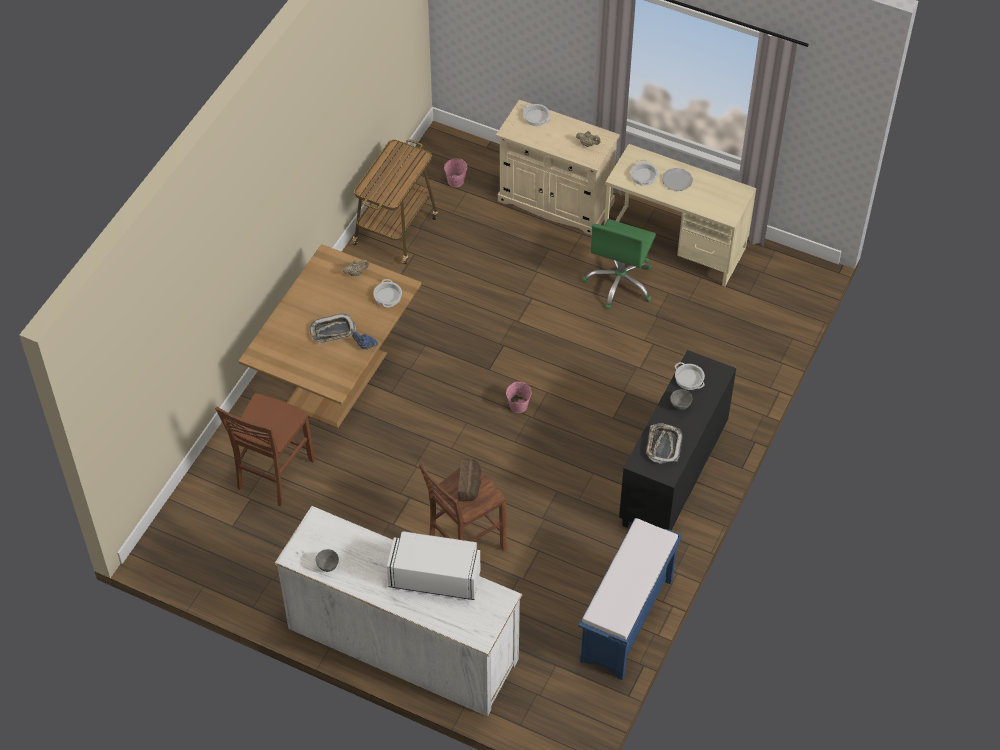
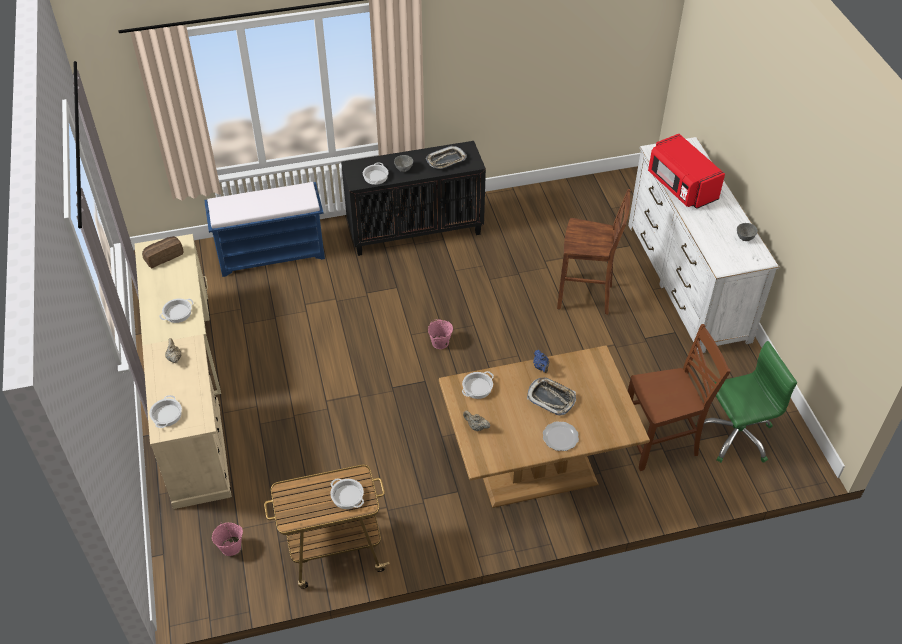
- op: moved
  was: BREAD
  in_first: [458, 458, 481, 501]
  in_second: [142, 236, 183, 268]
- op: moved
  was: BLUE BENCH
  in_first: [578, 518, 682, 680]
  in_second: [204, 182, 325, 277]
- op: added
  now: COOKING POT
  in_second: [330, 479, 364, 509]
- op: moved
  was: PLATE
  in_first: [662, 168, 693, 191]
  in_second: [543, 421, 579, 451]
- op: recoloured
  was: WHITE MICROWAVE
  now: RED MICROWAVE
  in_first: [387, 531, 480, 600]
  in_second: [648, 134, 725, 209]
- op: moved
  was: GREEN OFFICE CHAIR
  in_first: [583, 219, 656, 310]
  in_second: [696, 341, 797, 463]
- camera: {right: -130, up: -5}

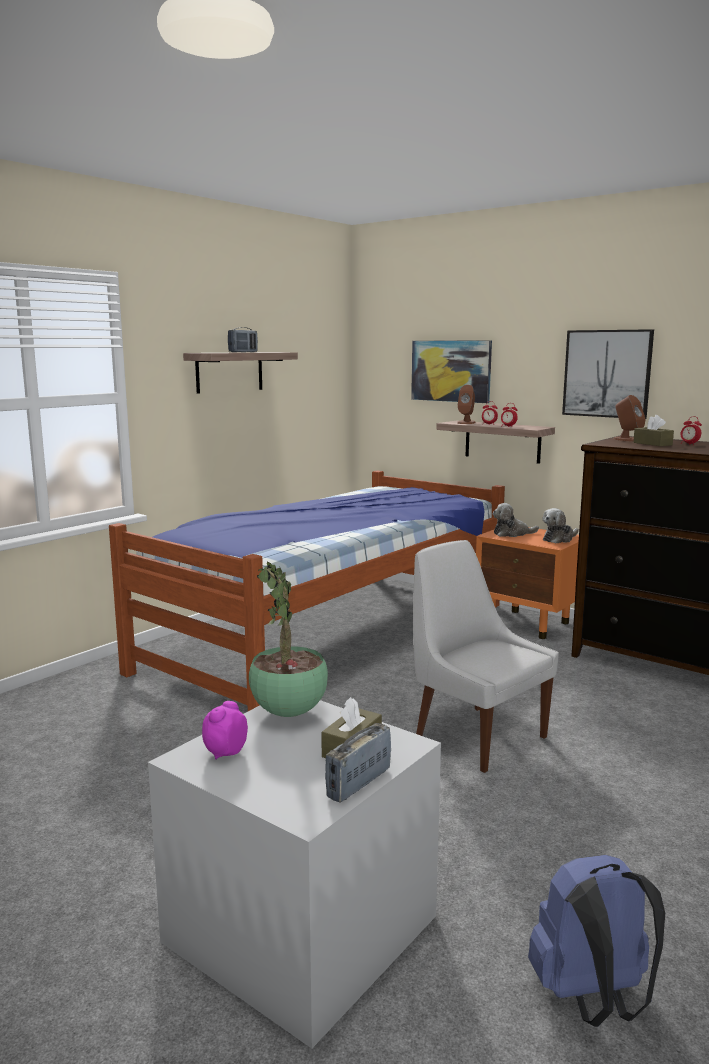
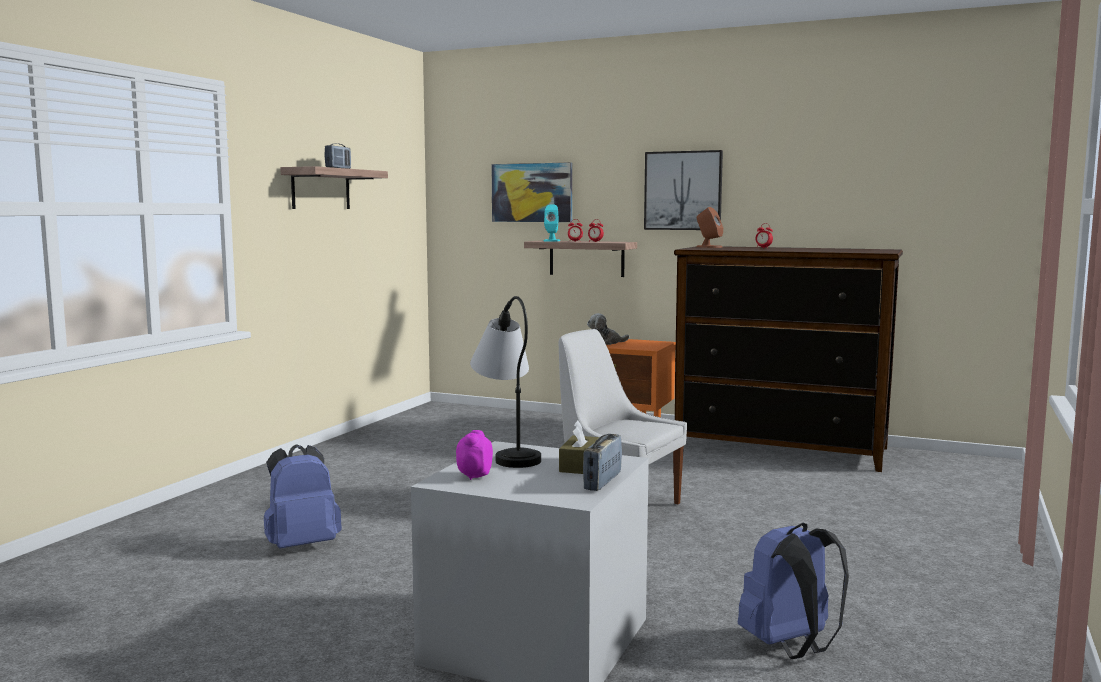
- op: added
  now: BLUE BACKPACK
  in_second: [264, 444, 342, 549]
- op: replaced
  was: POTTED PLANT
  now: TABLE LAMP
  in_first: [249, 561, 328, 717]
  in_second: [470, 296, 541, 468]
- op: recoloured
  was: BROWN SPEAKER
  now: TURQUOISE SPEAKER
  in_first: [457, 385, 476, 424]
  in_second: [544, 204, 560, 242]
- op: removed
  was: BED
  in_first: [109, 471, 505, 711]
- op: removed
  was: PLUSH TOY
  in_first: [542, 508, 579, 544]
- op: removed
  was: BROWN TISSUE BOX
  in_first: [633, 415, 674, 446]
- camera: {right: -15, up: -5}

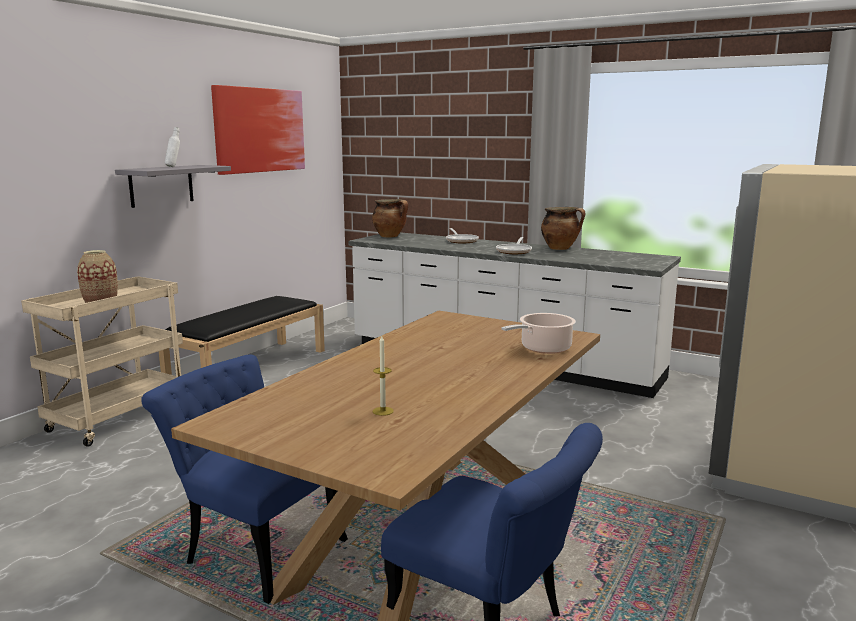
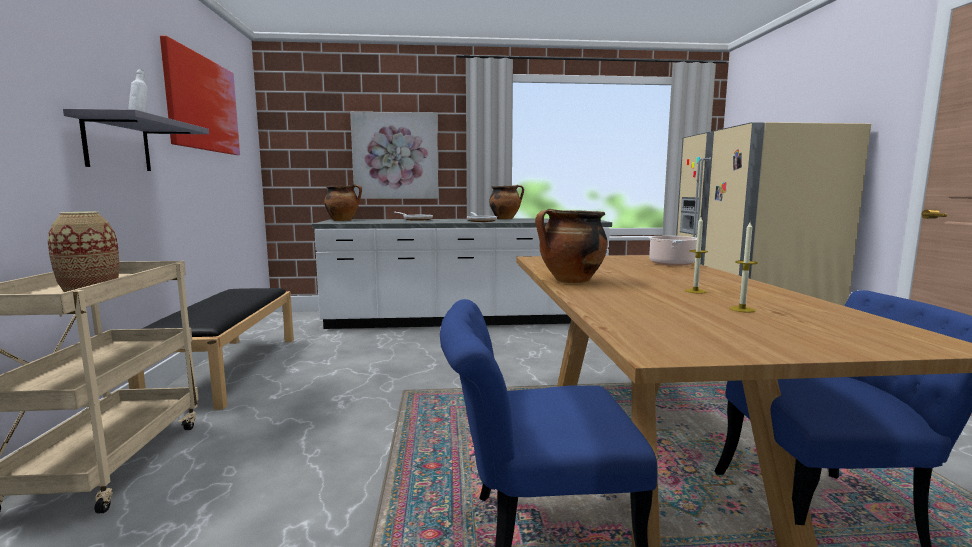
- op: added
  now: PICTURE
  in_second: [350, 112, 438, 199]
- op: added
  now: COOKING POT
  in_second: [535, 209, 608, 283]
- op: added
  now: CANDLE
  in_second: [685, 217, 708, 294]
- camera: {right: -35, up: -5}

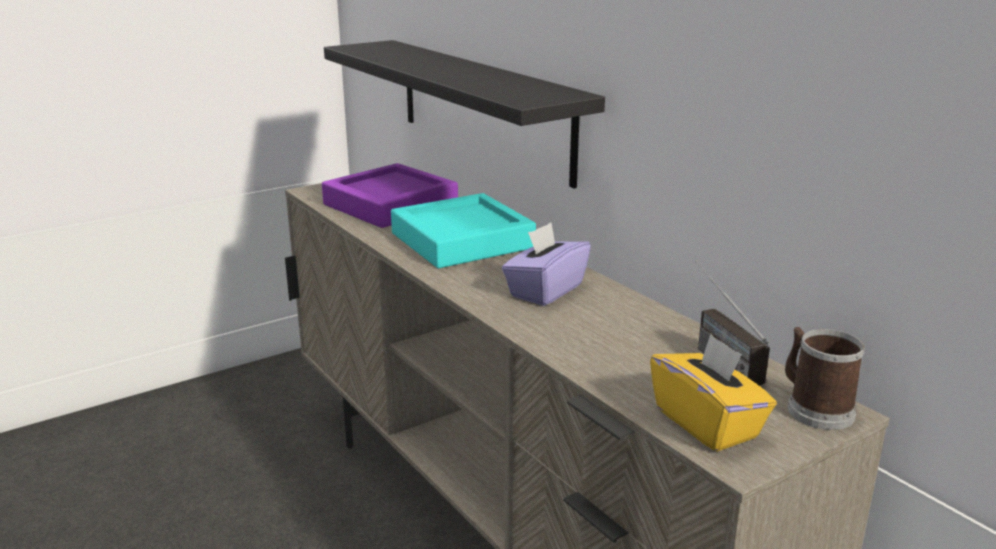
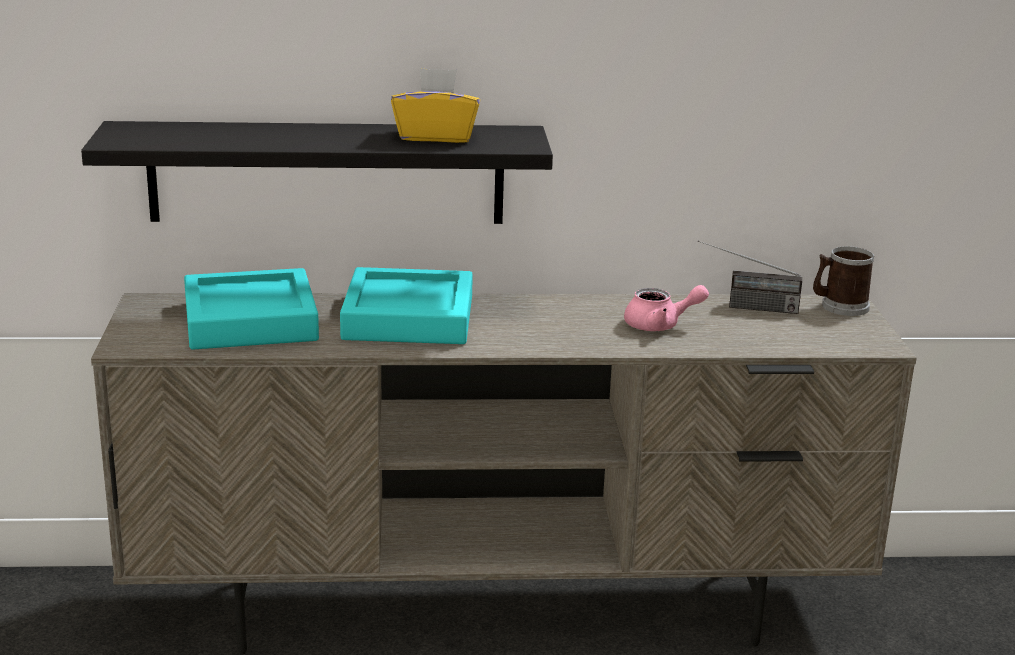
- op: recoloured
  was: PURPLE TRAY
  now: TURQUOISE TRAY
  in_first: [322, 163, 458, 228]
  in_second: [184, 268, 319, 350]
- op: moved
  was: YELLOW TISSUE BOX
  in_first: [650, 334, 777, 452]
  in_second: [391, 68, 480, 143]
- op: added
  now: PINK TEAPOT
  in_second: [624, 285, 709, 331]
- op: removed
  was: PURPLE TISSUE BOX
  in_first: [502, 222, 591, 306]
- camera: {right: -60, up: 0}

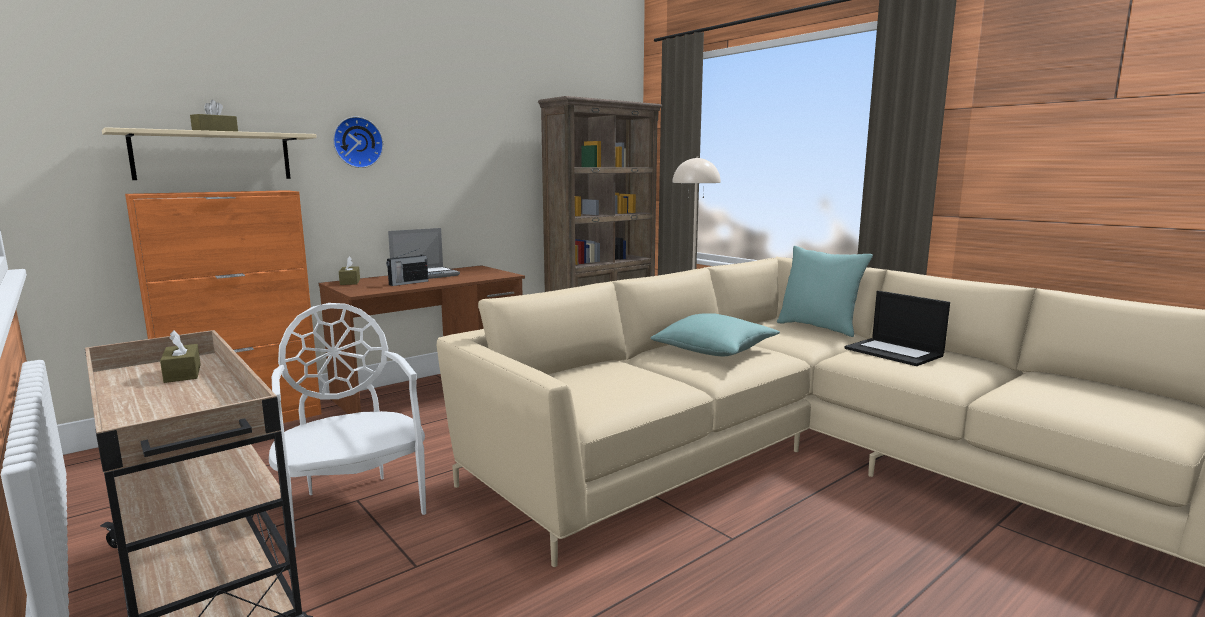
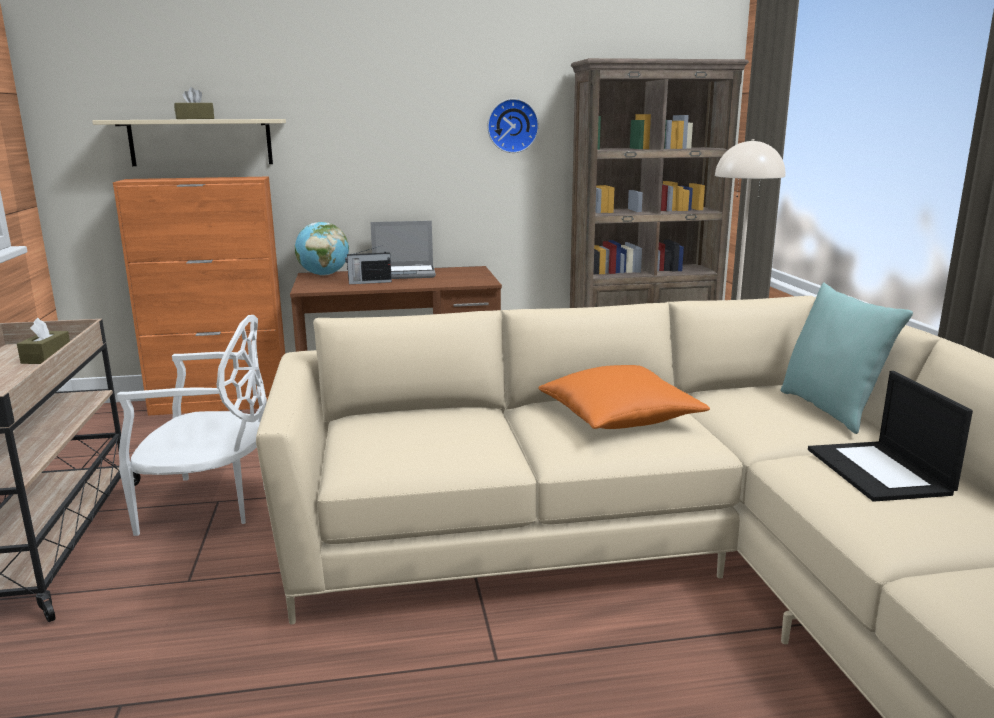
- op: turned
  was: WHITE CHAIR
  in_first: [269, 303, 426, 547]
  in_second: [117, 315, 267, 536]
  clockwise: 90
- op: replaced
  was: BROWN TISSUE BOX
  now: GLOBE
  in_first: [339, 256, 360, 285]
  in_second: [295, 222, 349, 276]
- op: moved
  was: WALL CLOCK
  in_first: [333, 116, 384, 168]
  in_second: [487, 99, 539, 153]
- op: recoloured
  was: TURQUOISE PILLOW
  now: ORANGE PILLOW
  in_first: [651, 313, 780, 357]
  in_second: [538, 365, 710, 429]
- camera: {right: 30, up: 5}

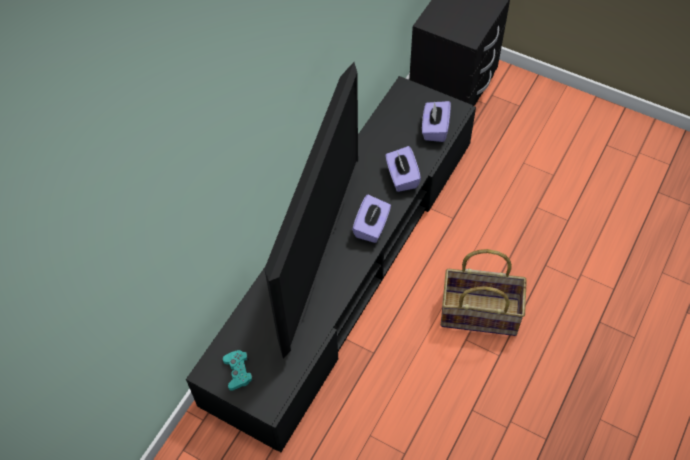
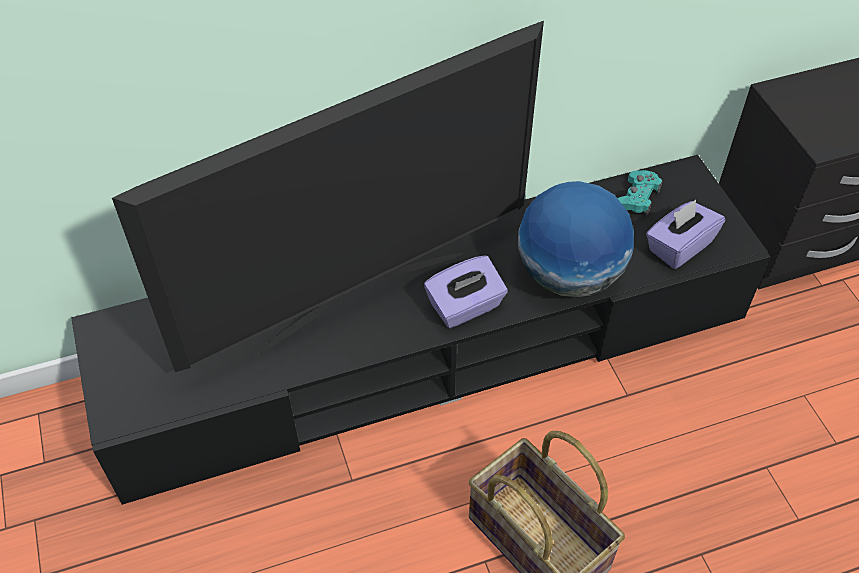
- op: replaced
  was: PURPLE TISSUE BOX
  now: GLOBE
  in_first: [385, 146, 421, 192]
  in_second: [518, 181, 634, 297]
- op: moved
  was: TURQUOISE GAME CONTROLLER
  in_first: [223, 350, 253, 390]
  in_second: [617, 170, 662, 216]
- camera: {right: 40, up: -5}

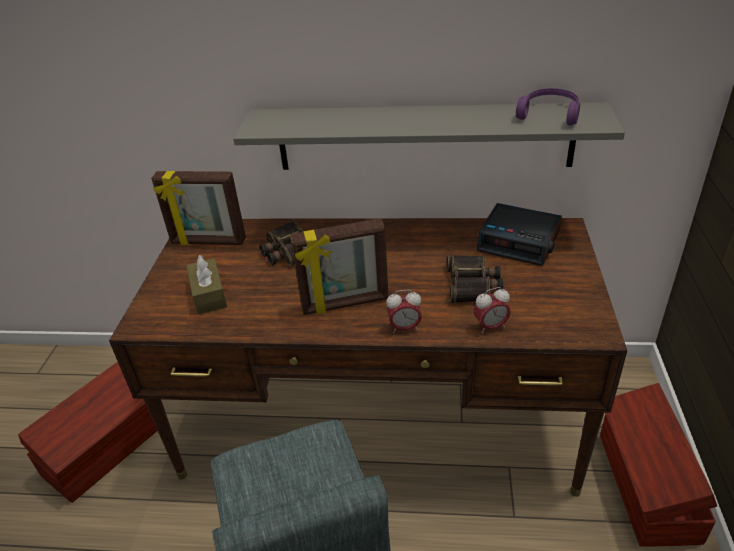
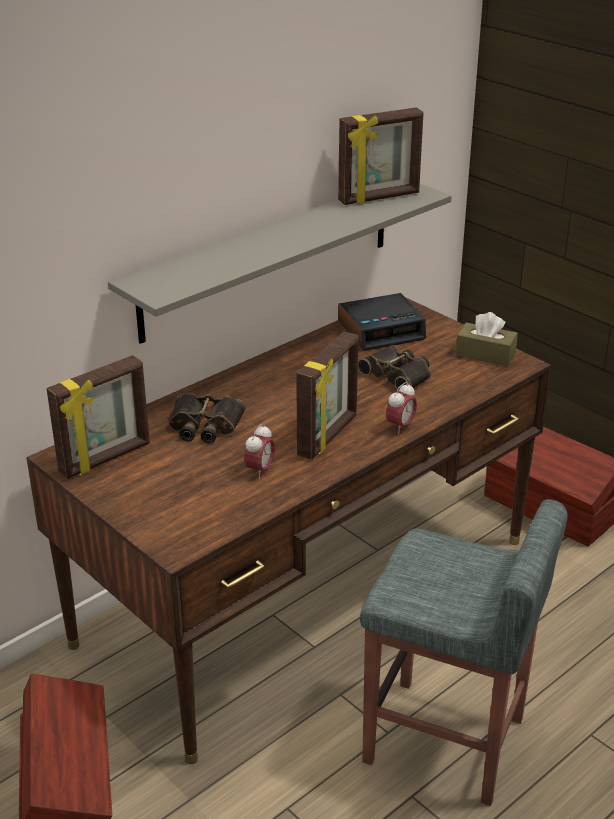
- op: moved
  was: ALARM CLOCK
  in_first: [473, 287, 511, 333]
  in_second: [244, 424, 275, 479]
- op: replaced
  was: PURPLE HEADPHONES
  now: PICTURE FRAME
  in_first: [516, 88, 580, 126]
  in_second: [338, 107, 424, 205]
- op: moved
  was: BROWN TISSUE BOX
  in_first: [186, 255, 227, 315]
  in_second: [456, 312, 518, 366]
- camera: {right: -50, up: -5}

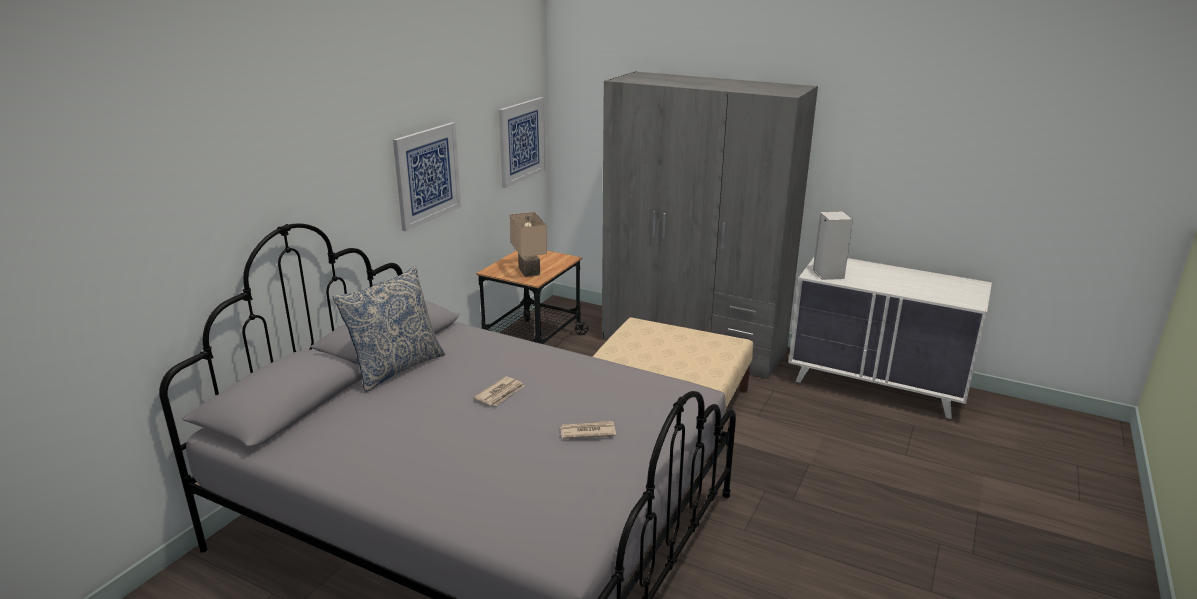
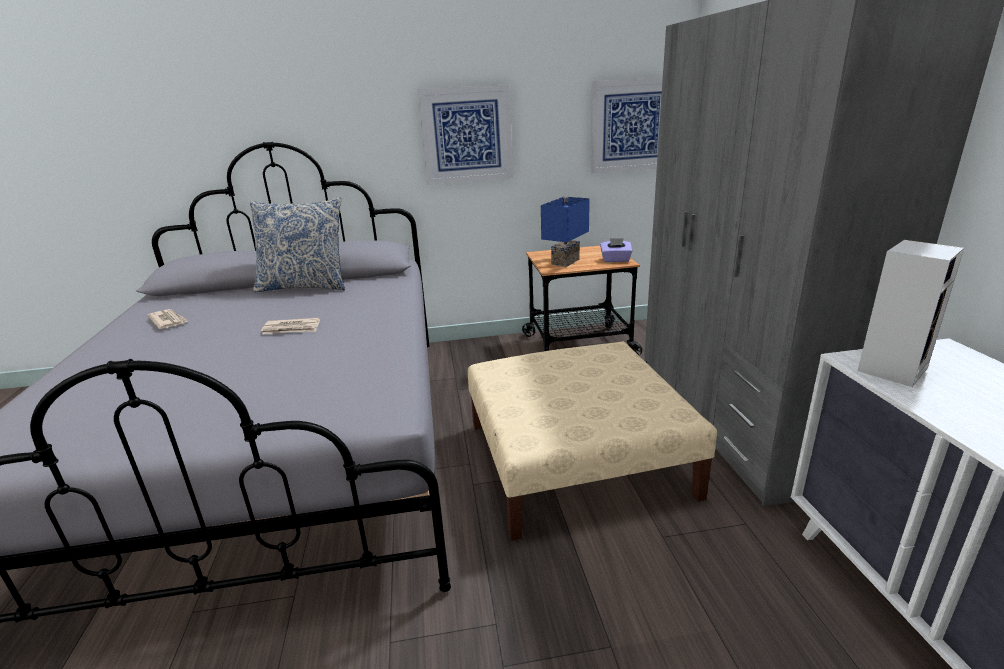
- op: moved
  was: NEWSPAPER
  in_first: [560, 421, 616, 439]
  in_second: [147, 309, 188, 329]
- op: recoloured
  was: BEIGE TABLE LAMP
  now: BLUE TABLE LAMP
  in_first: [510, 212, 547, 277]
  in_second: [541, 197, 590, 267]
- op: added
  now: PURPLE TISSUE BOX
  in_second: [600, 238, 632, 262]
- camera: {right: 55, up: 0}

